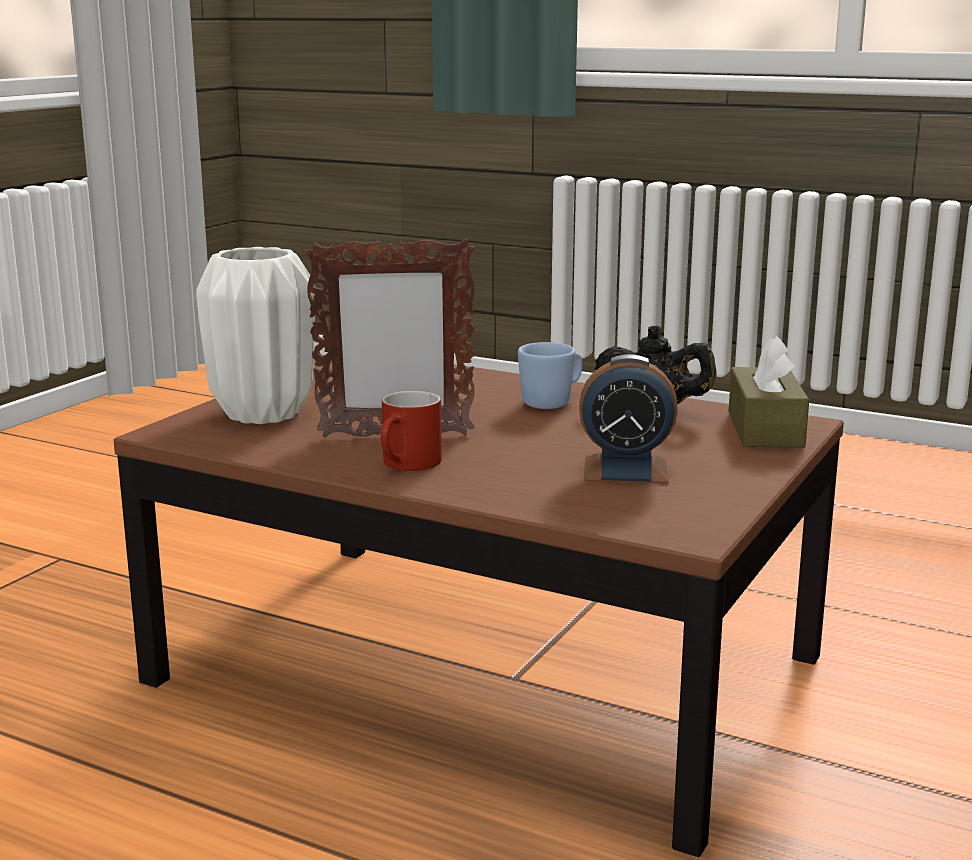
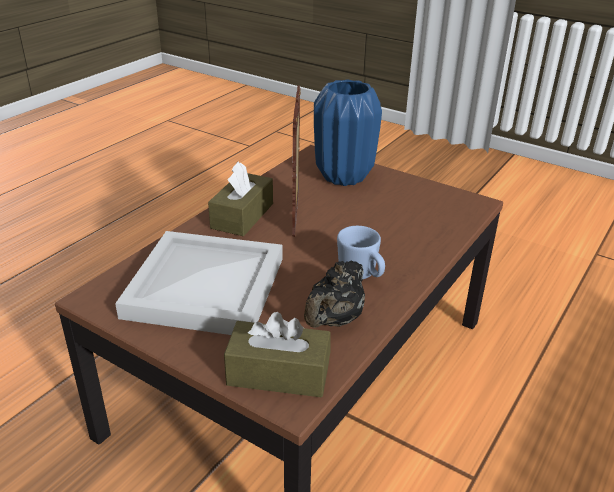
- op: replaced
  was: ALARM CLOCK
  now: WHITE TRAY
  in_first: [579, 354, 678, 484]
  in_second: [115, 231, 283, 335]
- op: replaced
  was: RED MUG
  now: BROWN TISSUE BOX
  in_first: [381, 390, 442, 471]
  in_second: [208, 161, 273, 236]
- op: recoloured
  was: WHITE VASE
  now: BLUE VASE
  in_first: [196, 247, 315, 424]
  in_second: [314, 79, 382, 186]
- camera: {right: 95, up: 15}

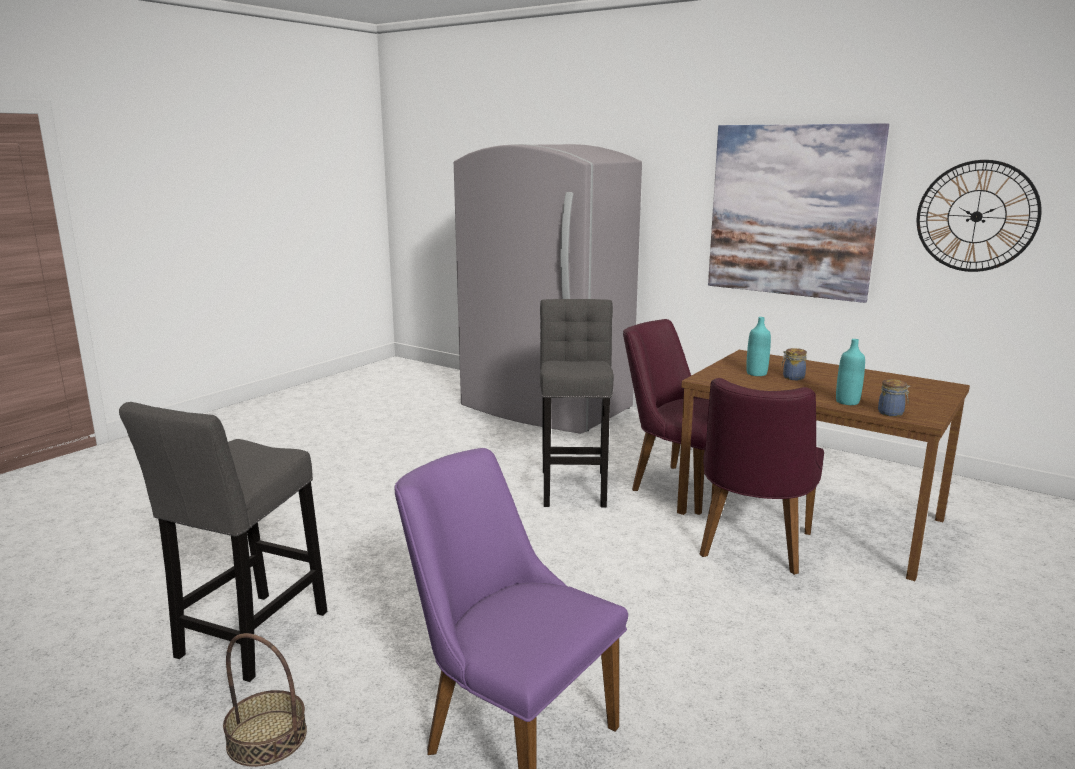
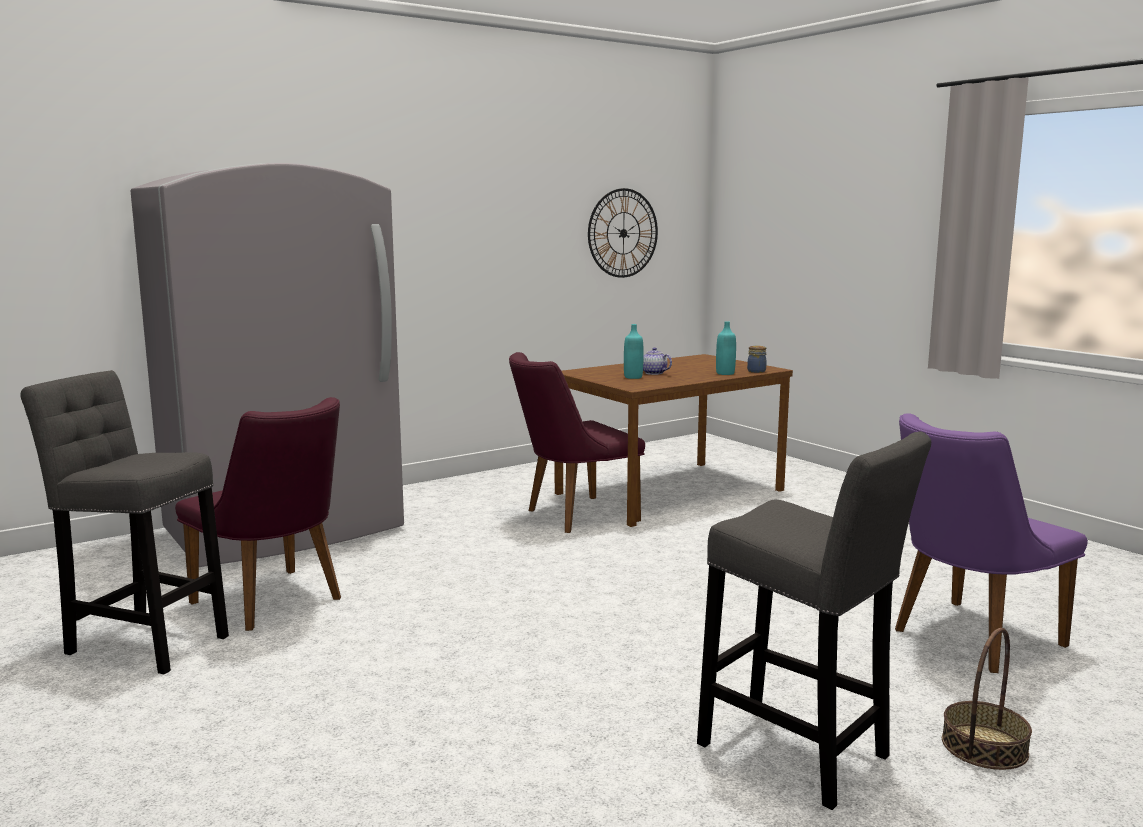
- op: moved
  was: GREY STOOL
  in_first: [540, 299, 614, 507]
  in_second: [20, 370, 229, 674]
- op: moved
  was: PURPLE CHAIR
  in_first: [699, 378, 824, 575]
  in_second: [175, 397, 341, 631]
- op: replaced
  was: JAR
  now: TEAPOT
  in_first: [781, 348, 807, 380]
  in_second: [643, 348, 672, 375]
- op: removed
  was: PICTURE
  in_first: [708, 123, 889, 303]
- camera: {right: -70, up: -5}

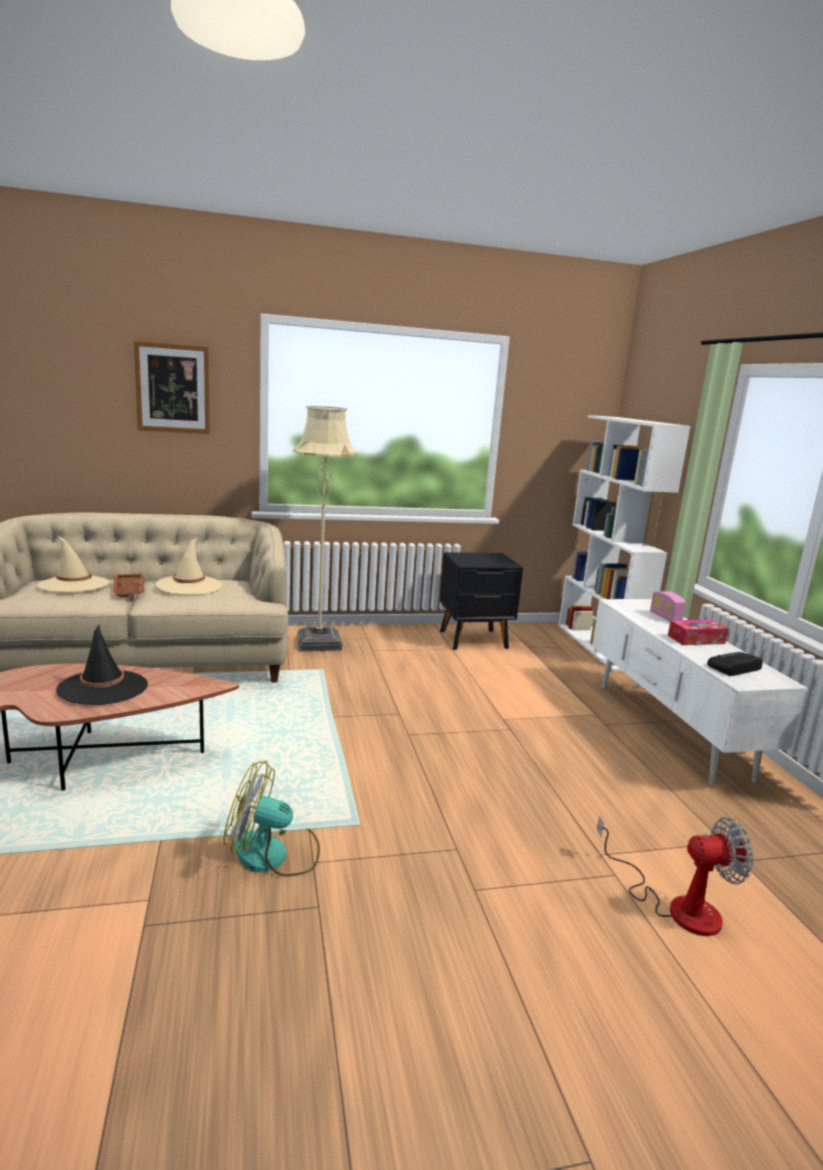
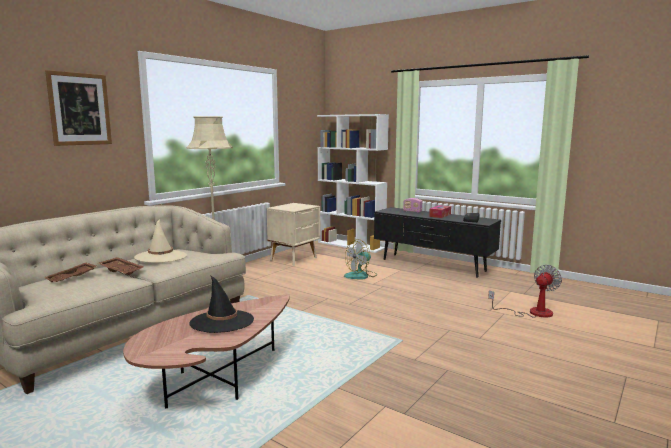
- op: replaced
  was: BEIGE HAT
  now: BROWN TRAY
  in_first: [37, 537, 109, 592]
  in_second: [44, 263, 97, 282]
- op: recoloured
  was: BLACK NIGHTSTAND
  now: BEIGE NIGHTSTAND
  in_first: [440, 552, 523, 650]
  in_second: [267, 203, 321, 266]
- op: moved
  was: FAN
  in_first: [223, 761, 320, 877]
  in_second: [344, 239, 377, 279]
- op: recoloured
  was: WHITE TV STAND
  now: BLACK TV STAND
  in_first: [592, 599, 808, 786]
  in_second: [374, 207, 501, 278]
- camera: {right: -40, up: -5}

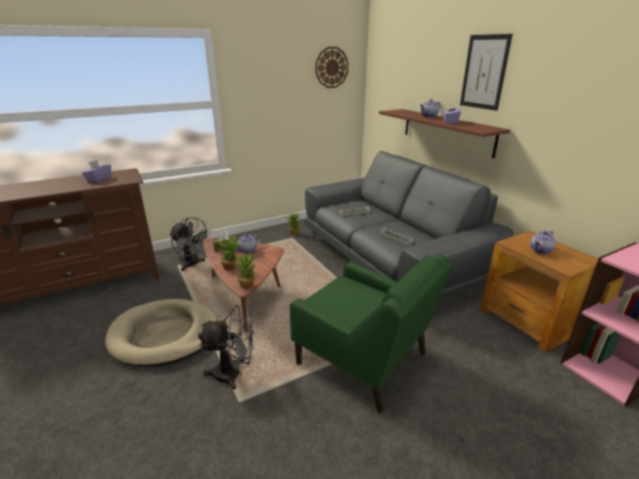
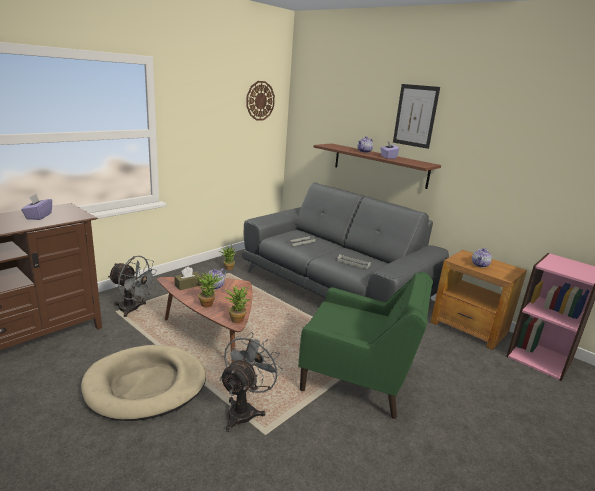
- op: turned
  was: GREY FAN
  in_first: [198, 304, 255, 390]
  in_second: [219, 332, 283, 432]
  clockwise: -45
- camera: {right: -20, up: -5}

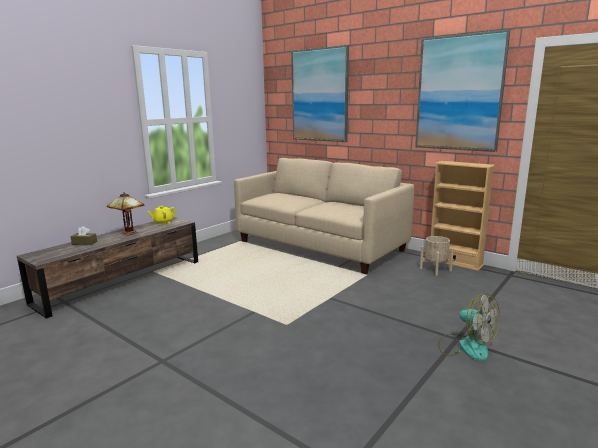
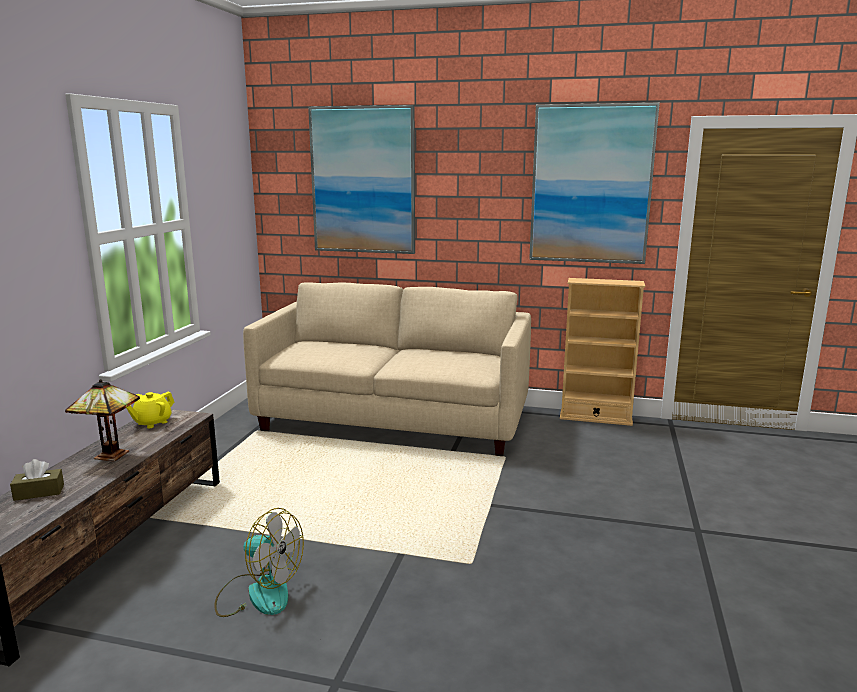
- op: moved
  was: FAN
  in_first: [438, 293, 500, 361]
  in_second: [214, 508, 304, 617]
- op: removed
  was: BEIGE PLANTER
  in_first: [420, 236, 454, 276]
- camera: {right: -25, up: 0}

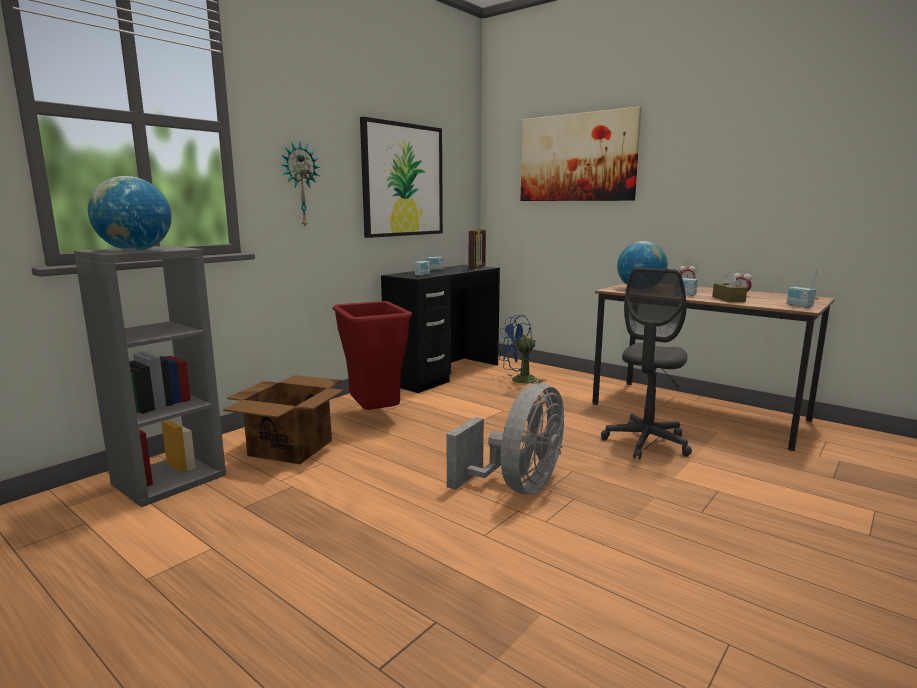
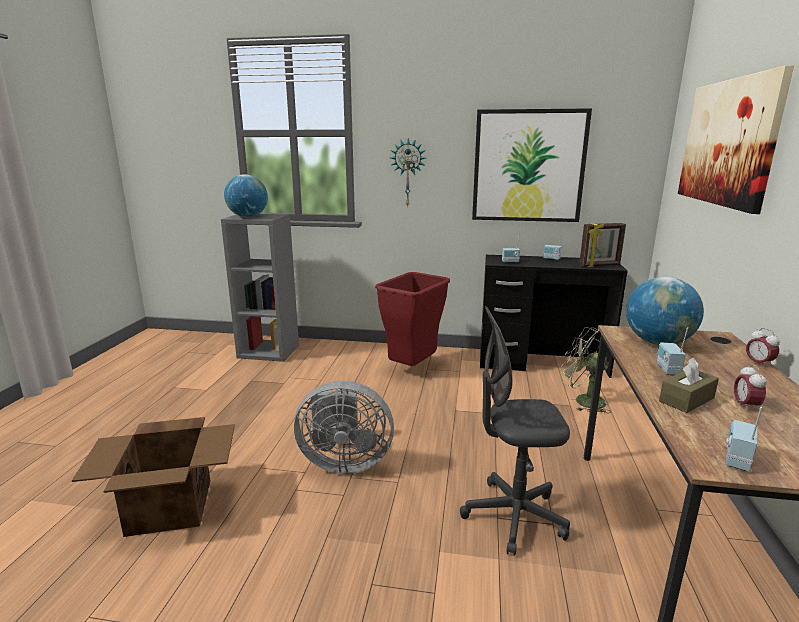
- op: moved
  was: CARDBOARD BOX
  in_first: [223, 375, 344, 464]
  in_second: [72, 417, 235, 537]
- op: recoloured
  was: BLUE FAN
  now: GREEN FAN
  in_first: [498, 315, 546, 385]
  in_second: [560, 327, 611, 413]
- camera: {right: 60, up: 5}

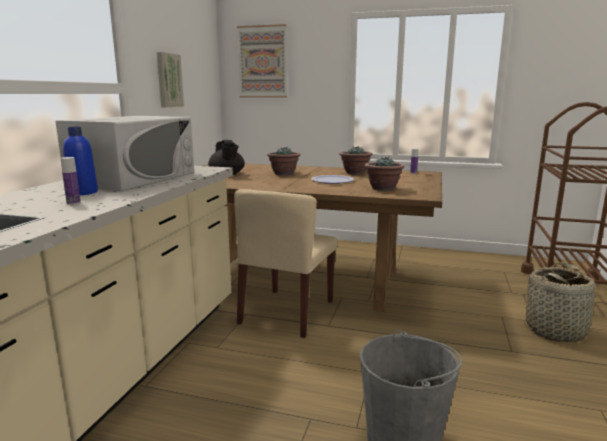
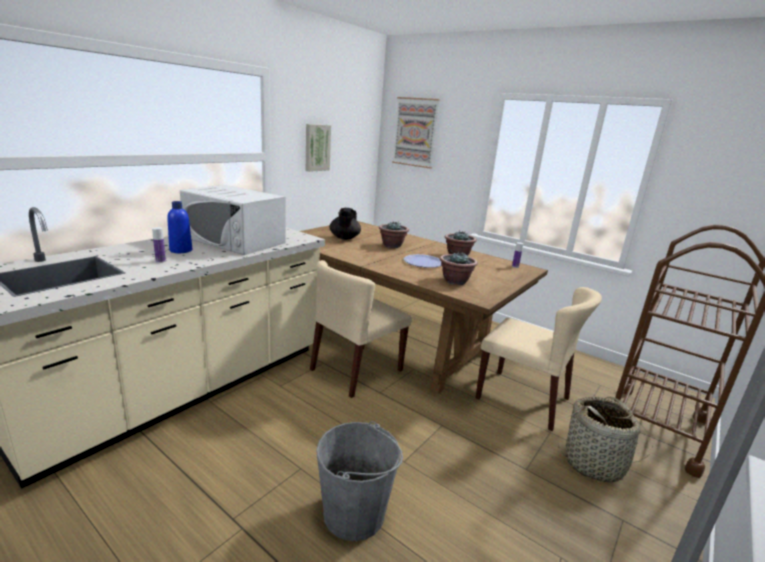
- op: turned
  was: WHITE MICROWAVE
  in_first: [55, 116, 194, 192]
  in_second: [180, 185, 286, 255]
  clockwise: 75
- op: added
  now: BEIGE CHAIR
  in_second: [475, 287, 602, 431]
- camera: {right: 20, up: 5}

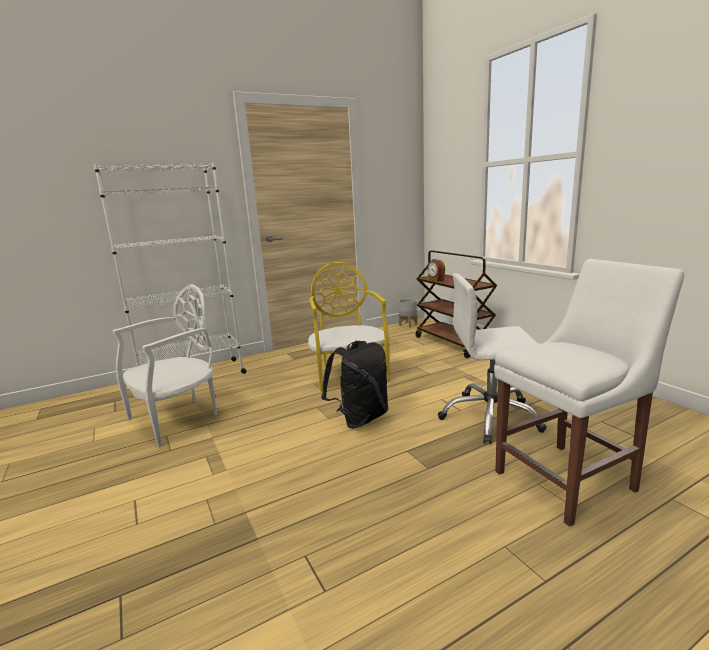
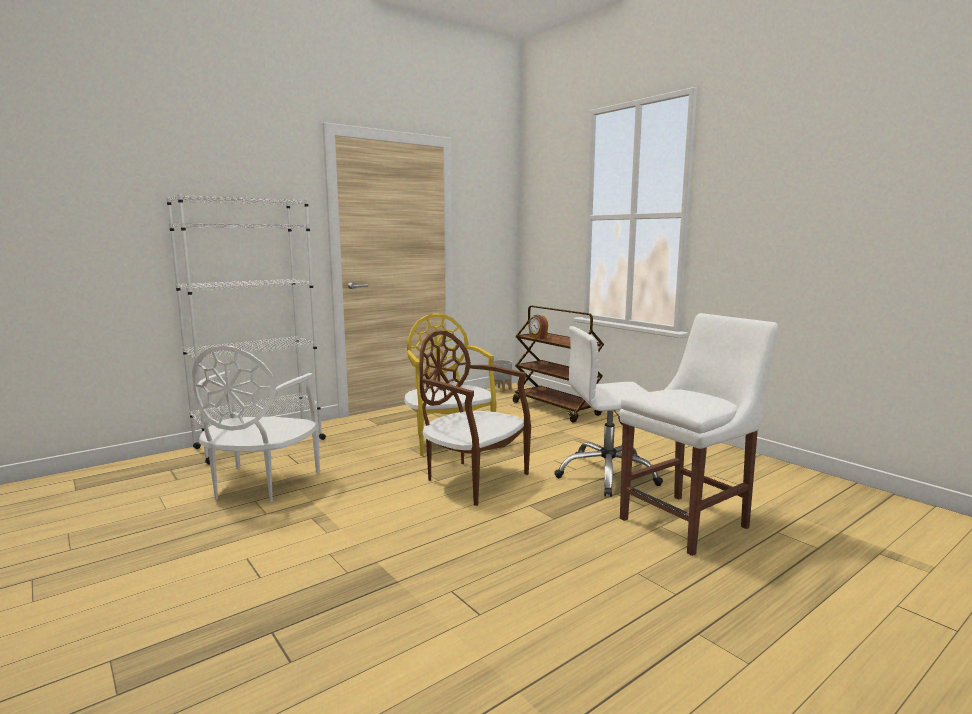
- op: turned
  was: WHITE CHAIR
  in_first: [113, 284, 217, 448]
  in_second: [192, 346, 320, 502]
  clockwise: 150
- op: replaced
  was: BLACK BACKPACK
  now: BROWN CHAIR
  in_first: [321, 341, 388, 428]
  in_second: [419, 330, 531, 506]
- camera: {right: -10, up: -5}

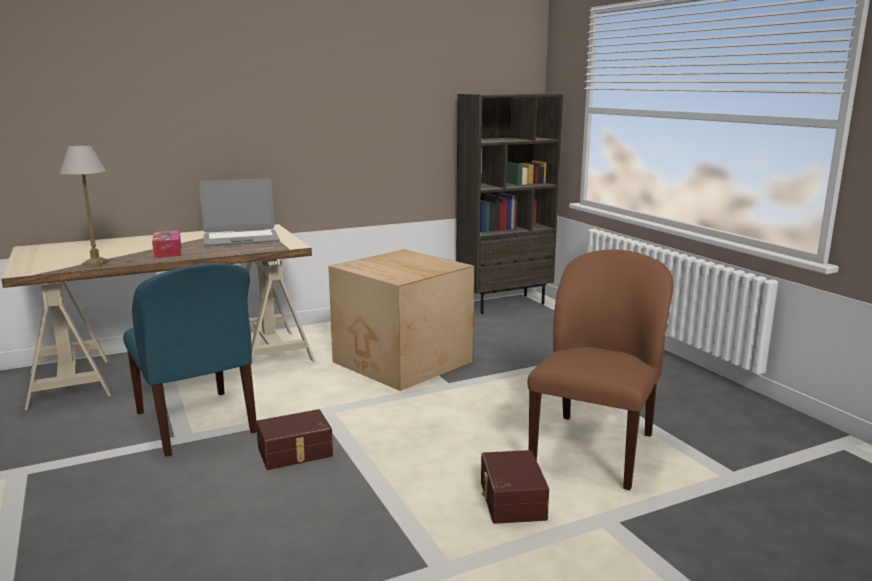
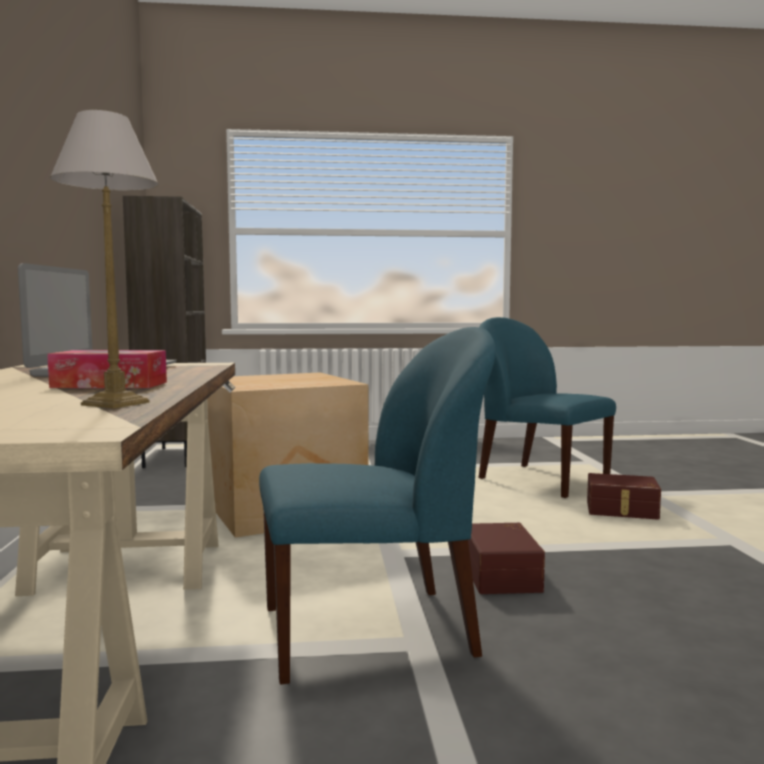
- op: recoloured
  was: BROWN CHAIR
  now: BLUE CHAIR
  in_first: [527, 249, 673, 490]
  in_second: [479, 317, 616, 498]
- camera: {right: -70, up: -10}

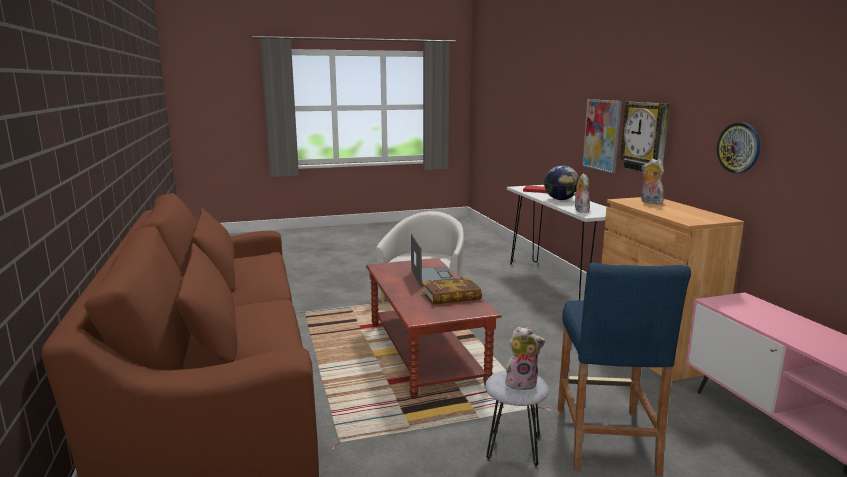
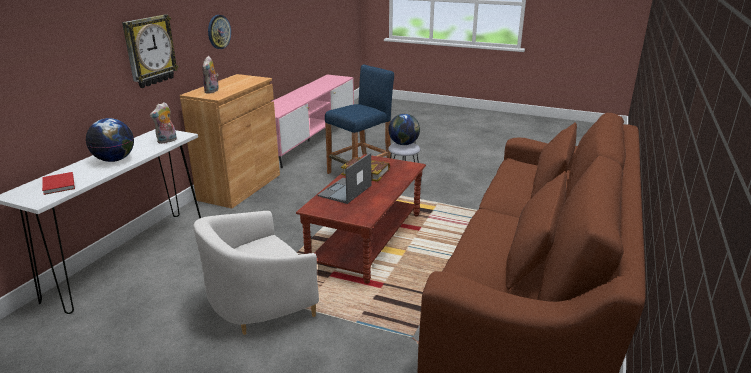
- op: replaced
  was: PLUSH TOY
  now: GLOBE
  in_first: [505, 327, 545, 390]
  in_second: [388, 114, 420, 145]
- op: removed
  was: PICTURE
  in_first: [582, 99, 622, 174]
- camera: {right: -140, up: 10}

